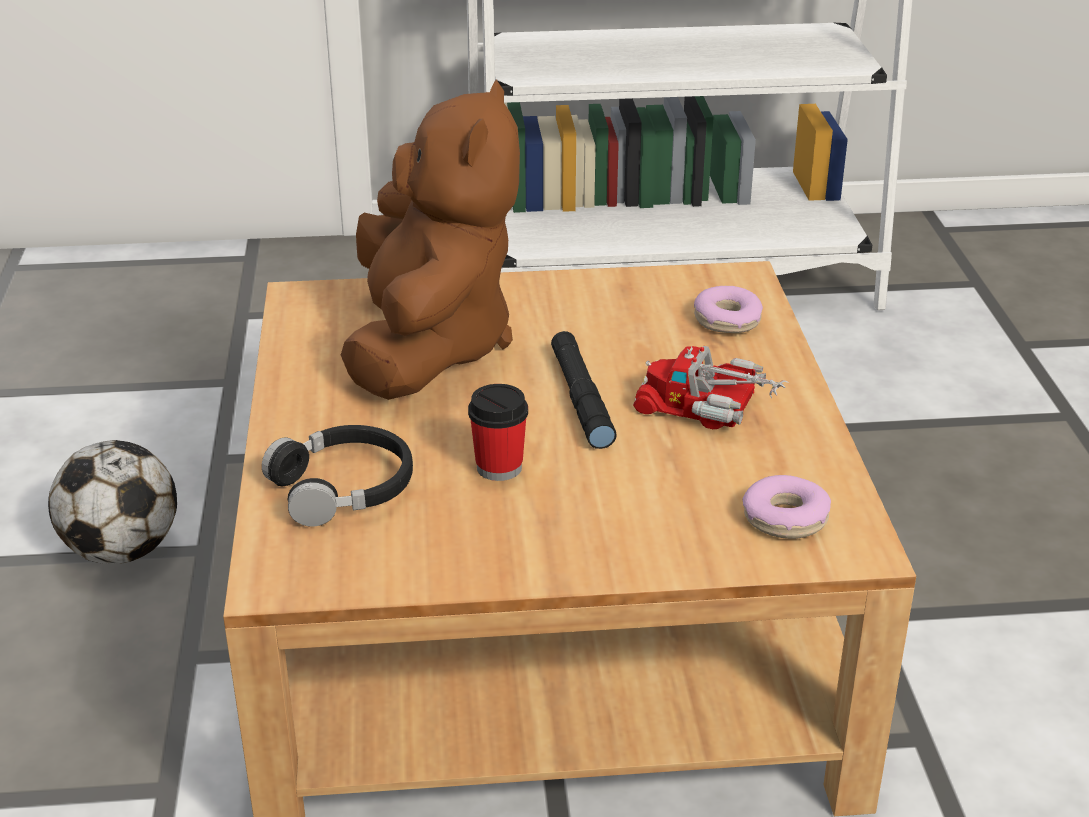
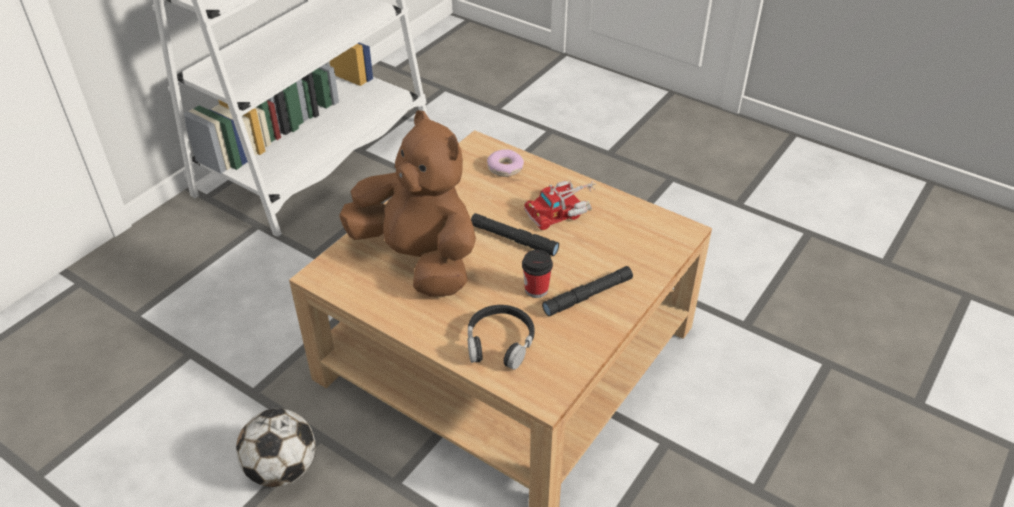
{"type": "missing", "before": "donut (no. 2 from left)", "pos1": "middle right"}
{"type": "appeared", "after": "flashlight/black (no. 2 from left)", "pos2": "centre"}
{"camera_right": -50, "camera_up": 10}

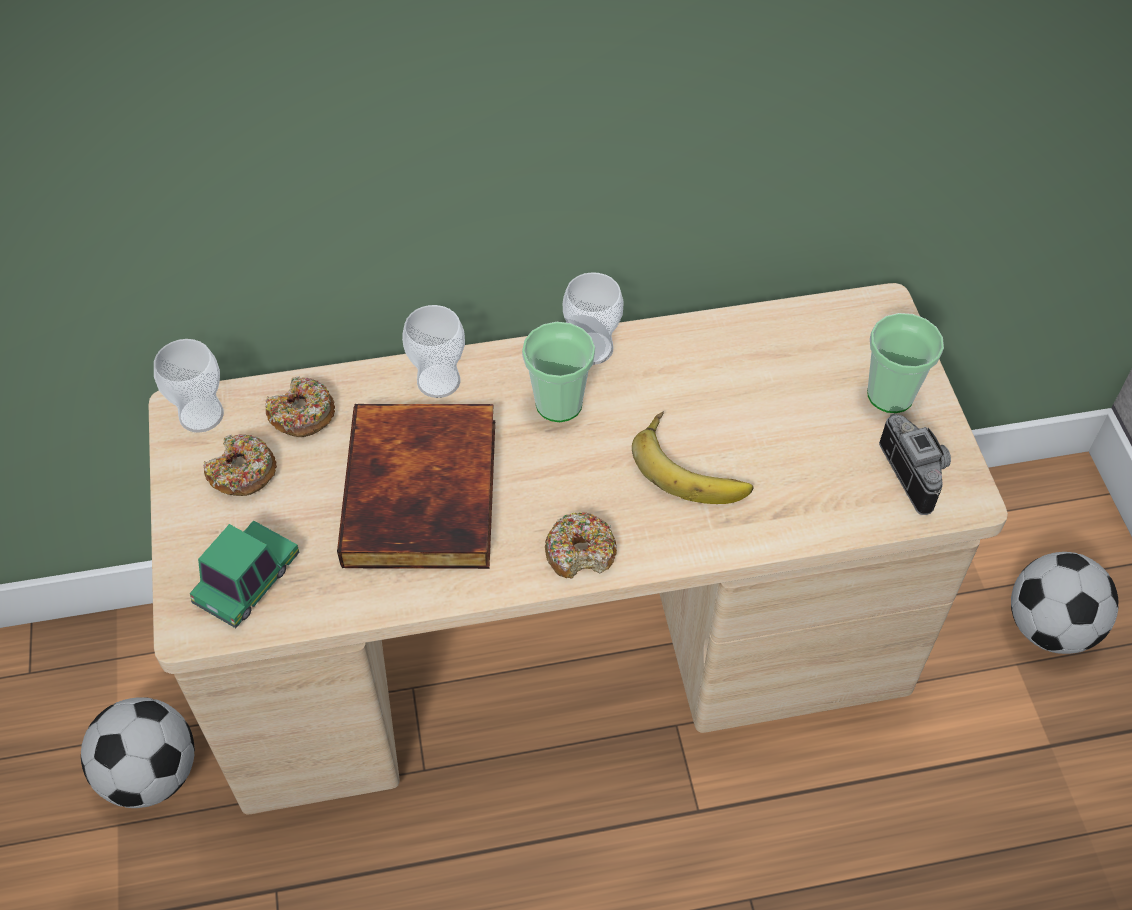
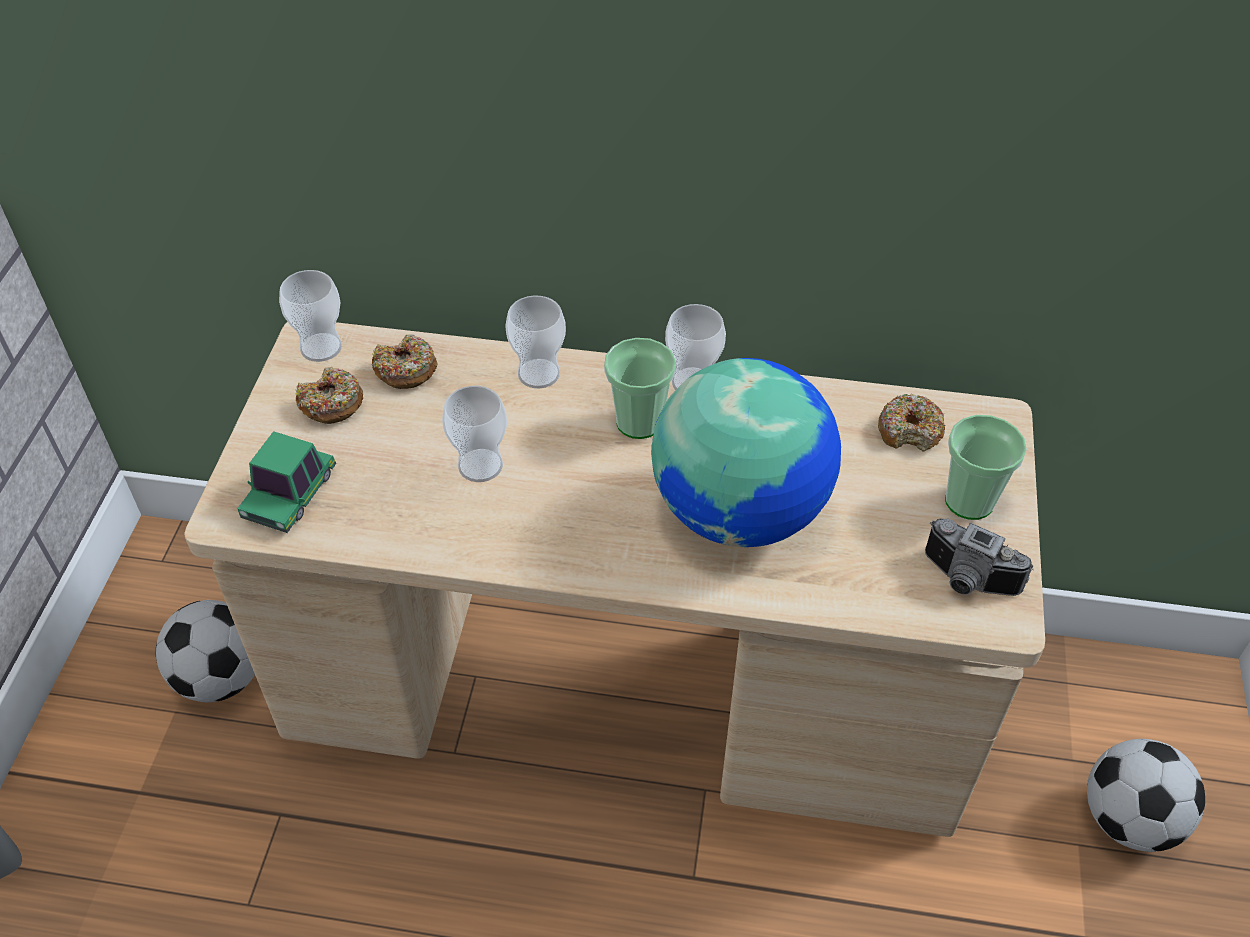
{"type": "spun", "before": "toy car", "pos1": "middle left", "pos2": "middle left", "turn": 150}
{"type": "exchanged", "before": "book", "after": "cup (no. 2 from left)", "pos1": "centre", "pos2": "centre"}
{"type": "relocated", "before": "donut (no. 3 from left)", "pos1": "centre", "pos2": "middle right"}
{"type": "exchanged", "before": "banana", "after": "globe", "pos1": "centre", "pos2": "centre"}
{"type": "spun", "before": "photo camera", "pos1": "middle right", "pos2": "middle right", "turn": 120}
{"camera_right": 20, "camera_up": -5}

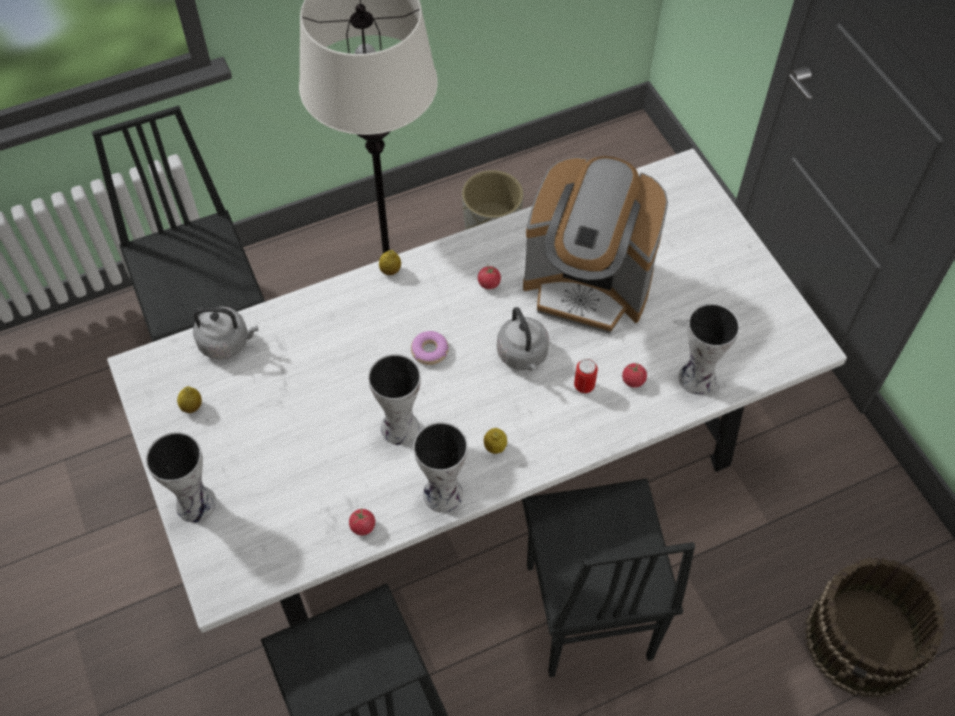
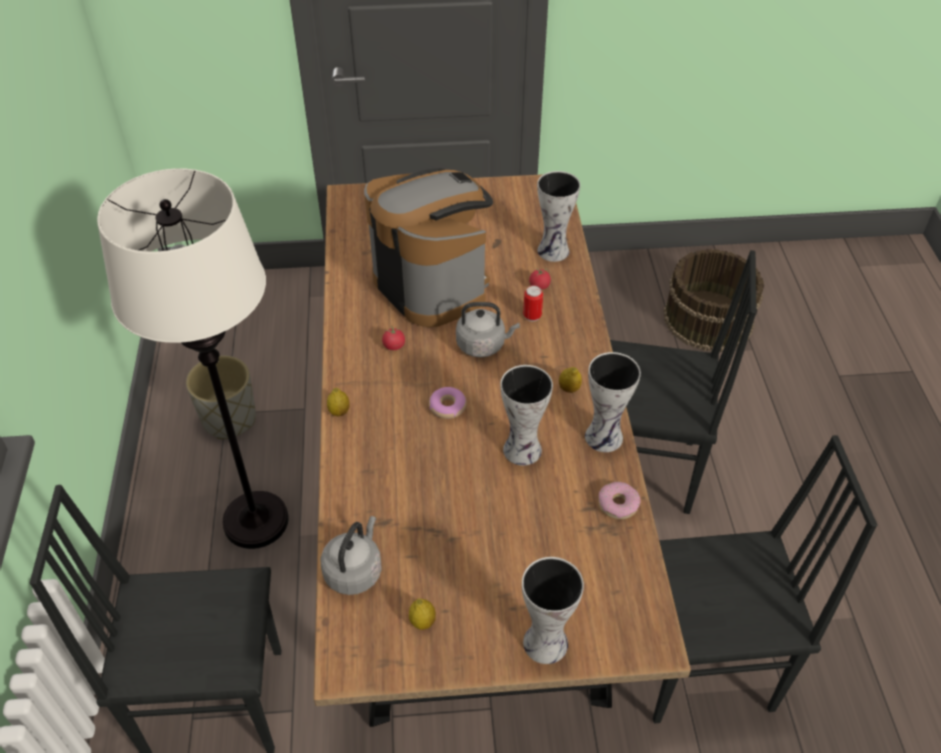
{"type": "colour", "before": "dining table/white", "after": "dining table/brown", "pos1": "centre", "pos2": "centre"}
{"type": "exchanged", "before": "tomato (no. 1 from left)", "after": "donut (no. 2 from left)", "pos1": "bottom centre", "pos2": "centre"}
{"type": "spun", "before": "coffee machine", "pos1": "centre", "pos2": "top centre", "turn": -75}
{"camera_right": -70, "camera_up": -10}

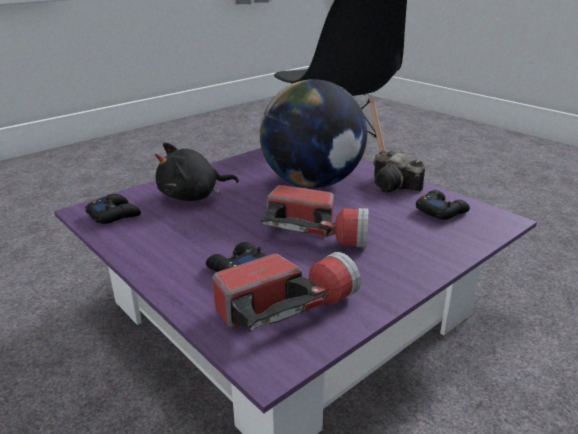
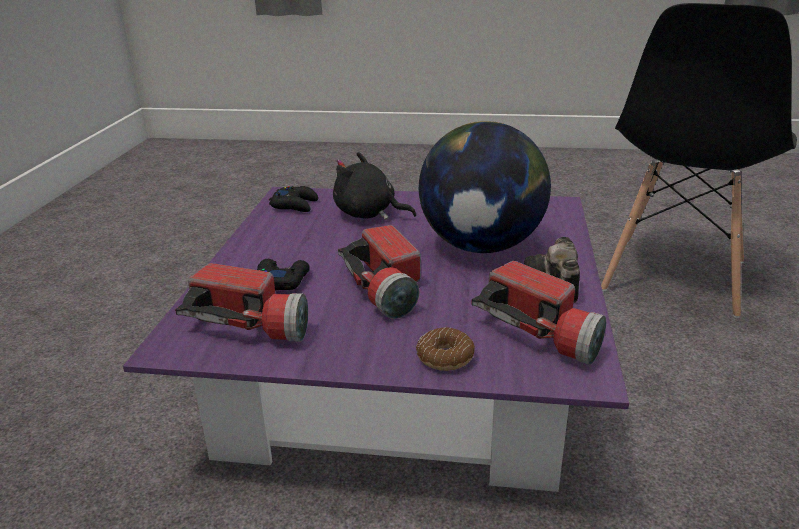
{"type": "exchanged", "before": "game controller/black (no. 3 from left)", "after": "flashlight (no. 3 from left)", "pos1": "middle right", "pos2": "middle right"}
{"type": "appeared", "after": "donut", "pos2": "centre"}
{"camera_right": 50, "camera_up": 0}

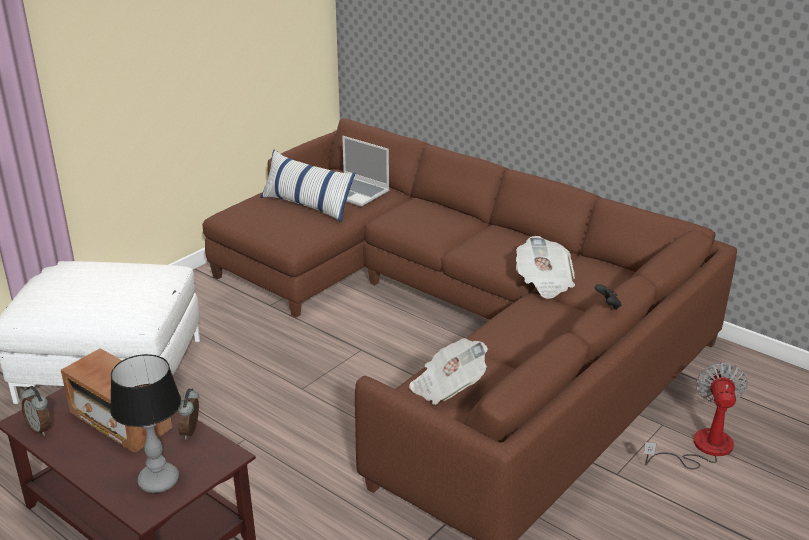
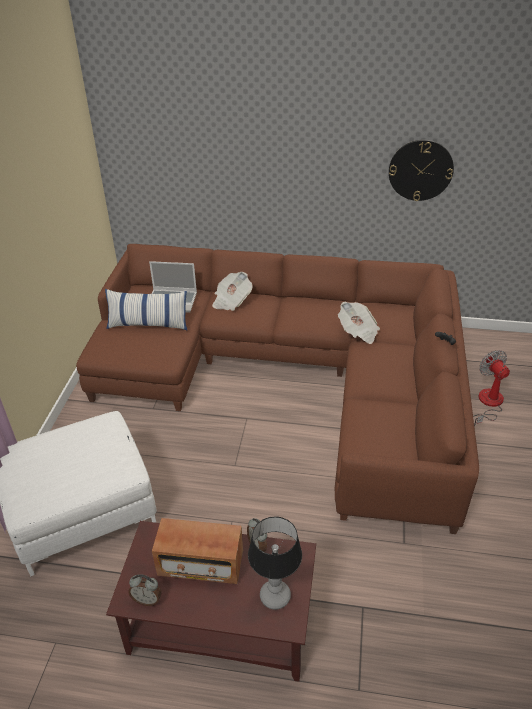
{"type": "relocated", "before": "newspaper (no. 1 from left)", "pos1": "bottom centre", "pos2": "centre"}
{"type": "appeared", "after": "wall clock", "pos2": "top right"}
{"camera_right": -30, "camera_up": 10}

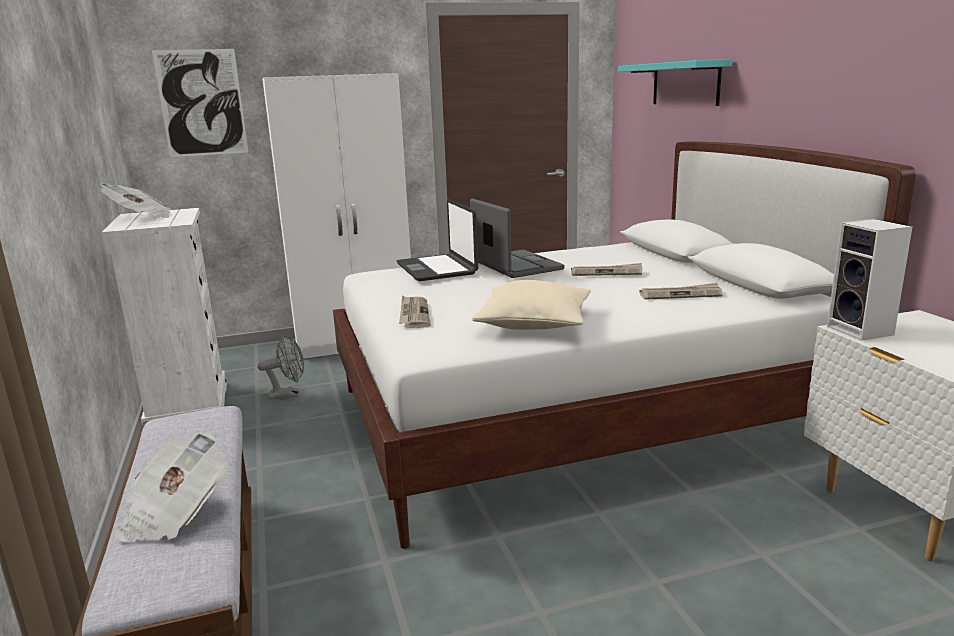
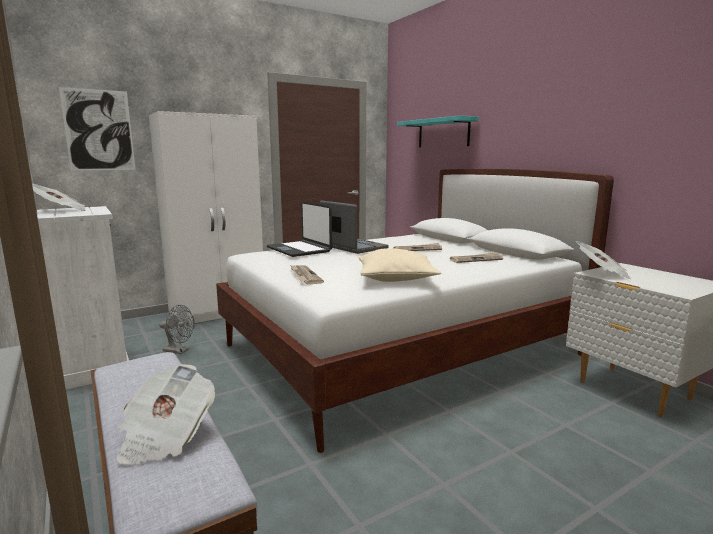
{"type": "spun", "before": "fan/grey", "pos1": "middle left", "pos2": "middle left", "turn": 45}
{"type": "exchanged", "before": "speaker", "after": "newspaper (no. 6 from left)", "pos1": "middle right", "pos2": "middle right"}
{"camera_right": -15, "camera_up": -5}

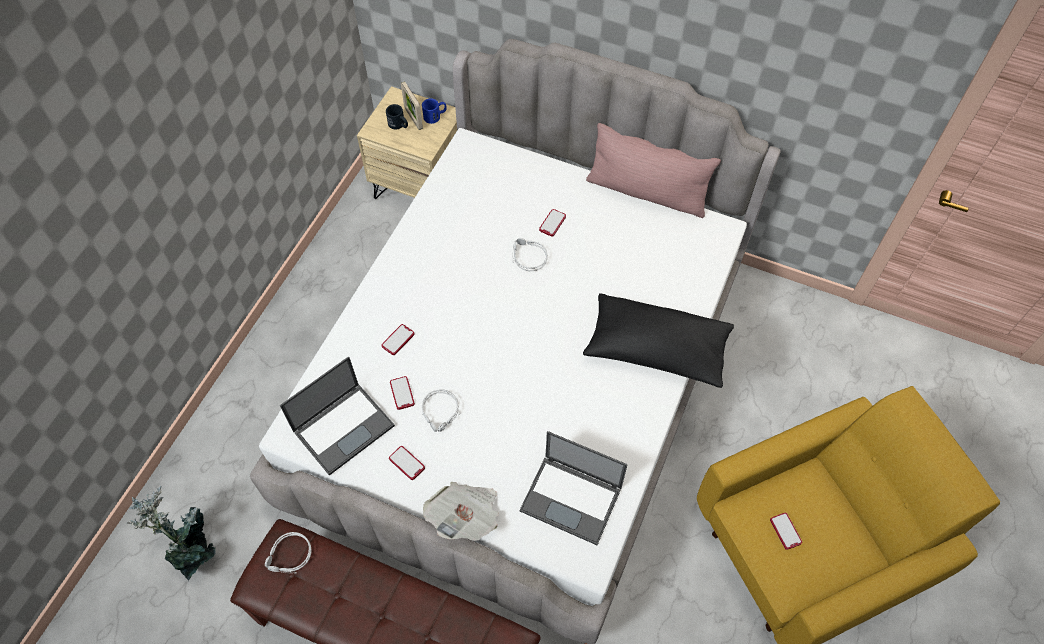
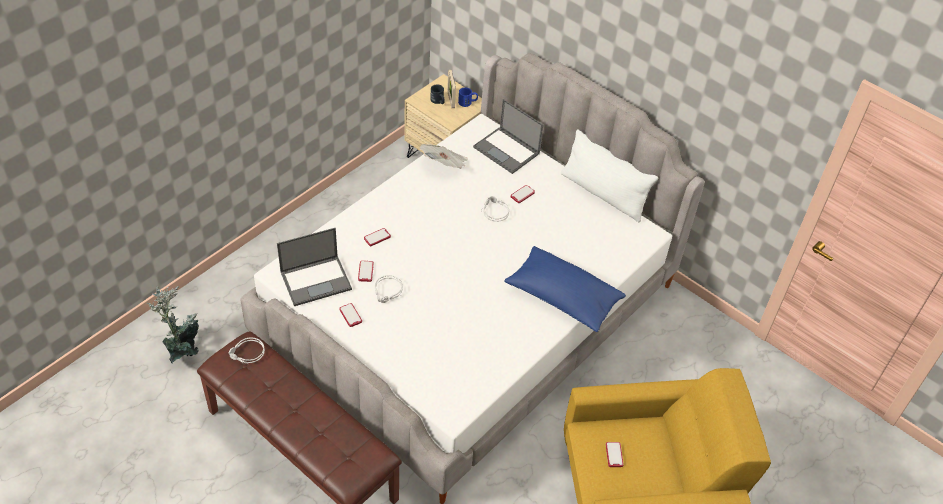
{"type": "relocated", "before": "newspaper", "pos1": "bottom centre", "pos2": "top centre"}
{"type": "relocated", "before": "laptop (no. 2 from left)", "pos1": "bottom centre", "pos2": "top centre"}
{"type": "colour", "before": "pillow/black", "after": "pillow/blue", "pos1": "centre", "pos2": "centre"}
{"type": "colour", "before": "pillow/pink", "after": "pillow/white", "pos1": "top centre", "pos2": "centre"}
{"camera_right": 15, "camera_up": -10}

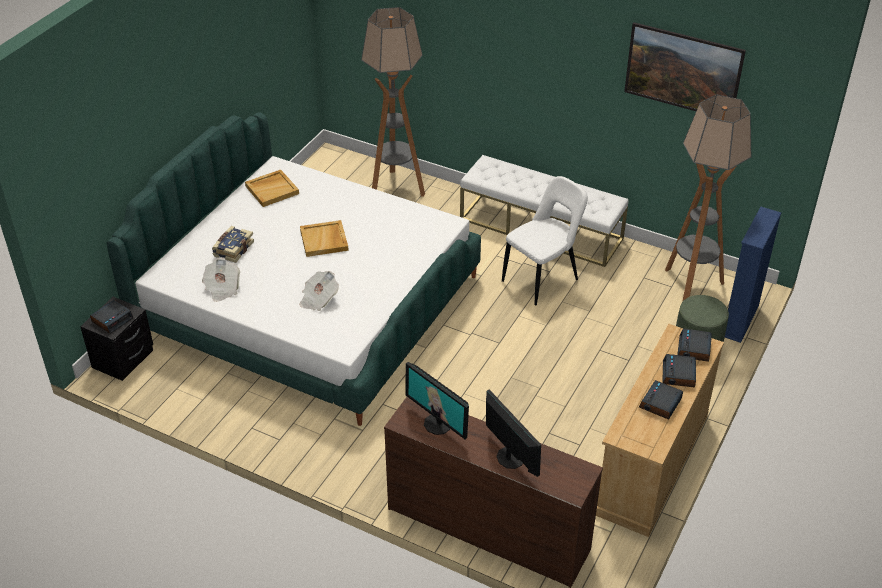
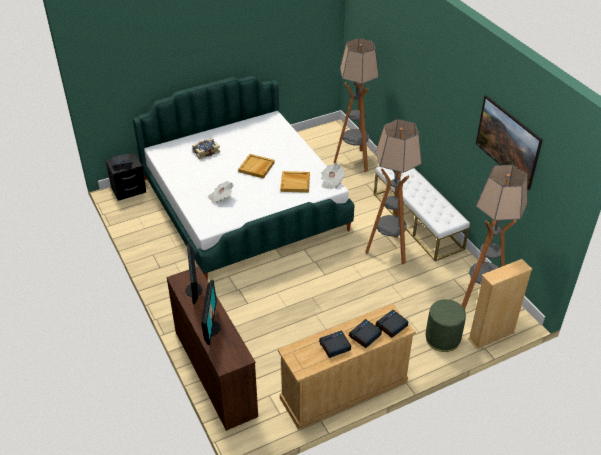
{"type": "relocated", "before": "newspaper (no. 1 from left in the first image)", "after": "newspaper (no. 2 from left)", "pos1": "middle left", "pos2": "centre"}
{"type": "relocated", "before": "tray/beige (no. 1 from left in the first image)", "after": "tray/beige (no. 2 from left)", "pos1": "top left", "pos2": "centre"}
{"type": "exchanged", "before": "chair/white", "after": "floor lamp (no. 2 from left)", "pos1": "centre", "pos2": "centre"}
{"type": "colour", "before": "bookcase/blue", "after": "bookcase/beige", "pos1": "middle right", "pos2": "bottom right"}
{"camera_right": 35, "camera_up": 0}

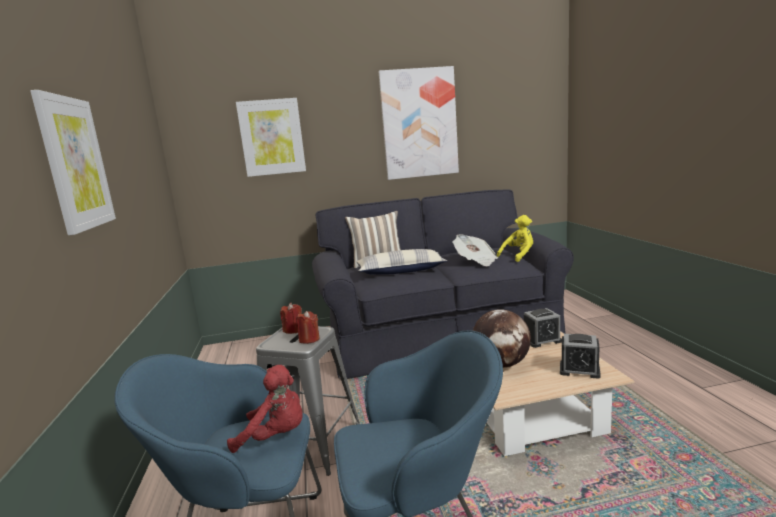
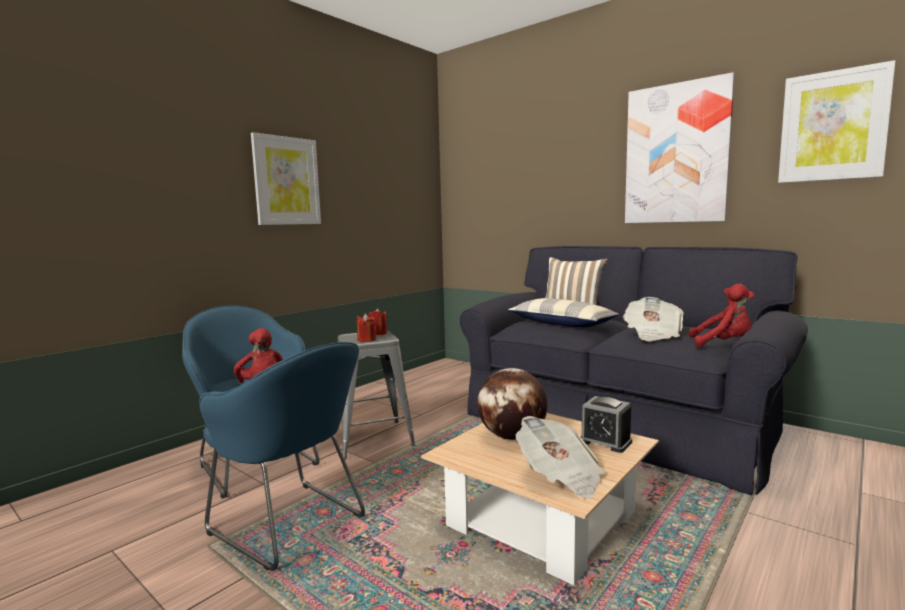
{"type": "relocated", "before": "picture (no. 2 from left in the first image)", "after": "picture (no. 3 from left)", "pos1": "top centre", "pos2": "top right"}
{"type": "colour", "before": "plush toy/yellow", "after": "plush toy/red (no. 2 from left)", "pos1": "centre", "pos2": "middle right"}
{"type": "exchanged", "before": "alarm clock (no. 2 from left)", "after": "newspaper (no. 1 from left)", "pos1": "bottom right", "pos2": "bottom centre"}
{"camera_right": 50, "camera_up": -5}

